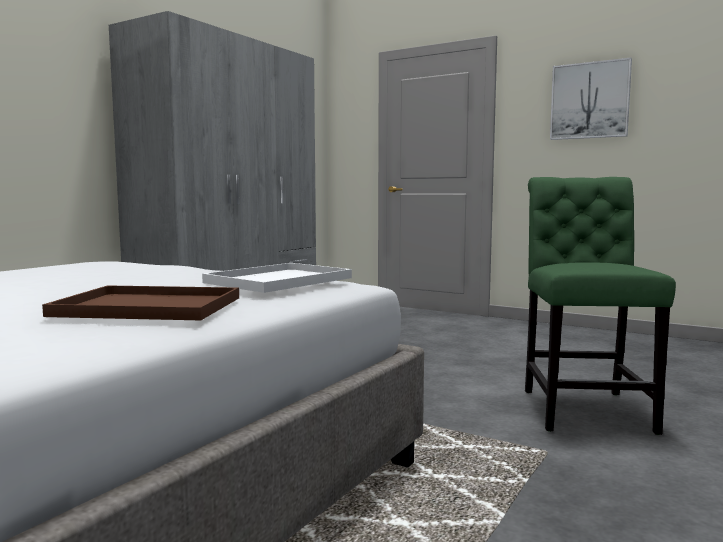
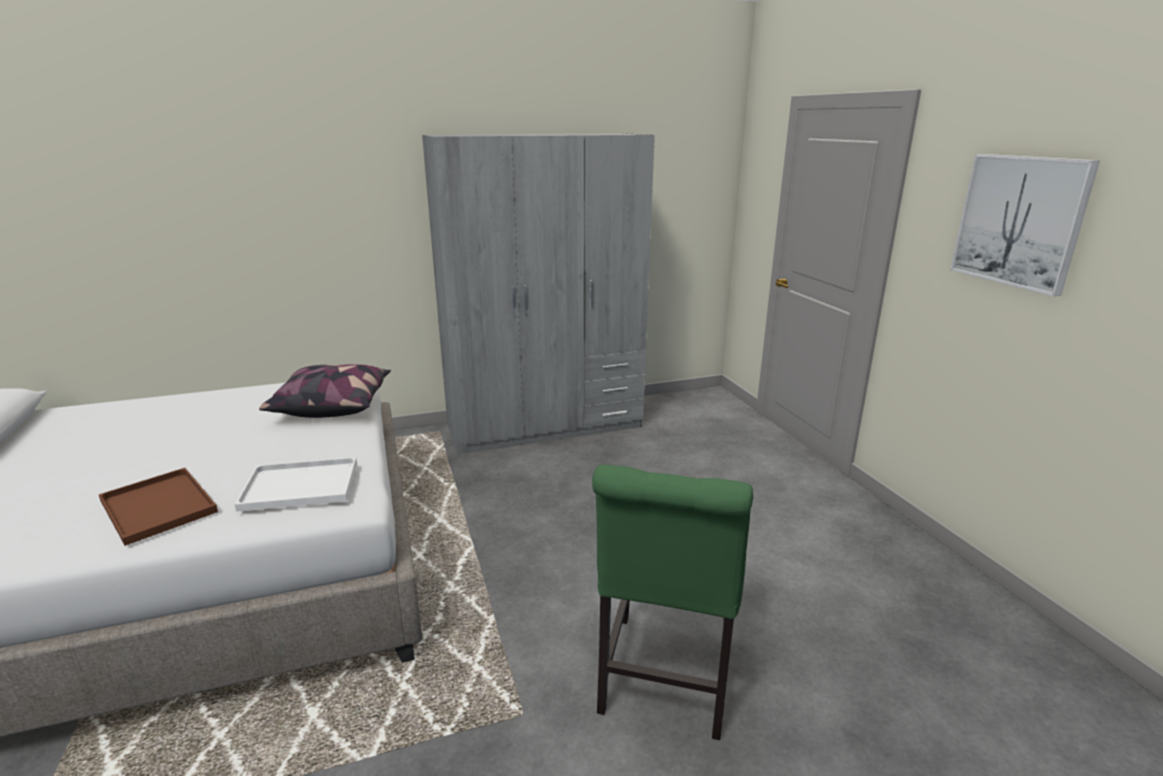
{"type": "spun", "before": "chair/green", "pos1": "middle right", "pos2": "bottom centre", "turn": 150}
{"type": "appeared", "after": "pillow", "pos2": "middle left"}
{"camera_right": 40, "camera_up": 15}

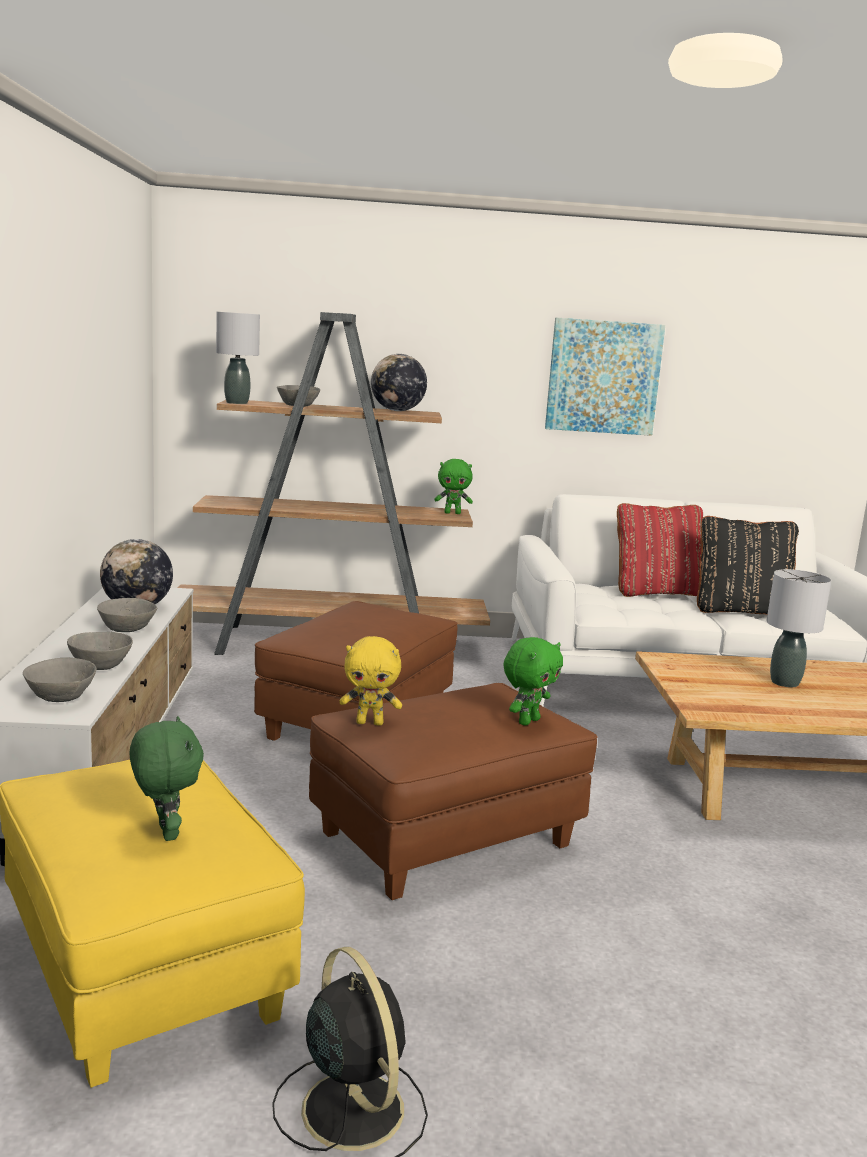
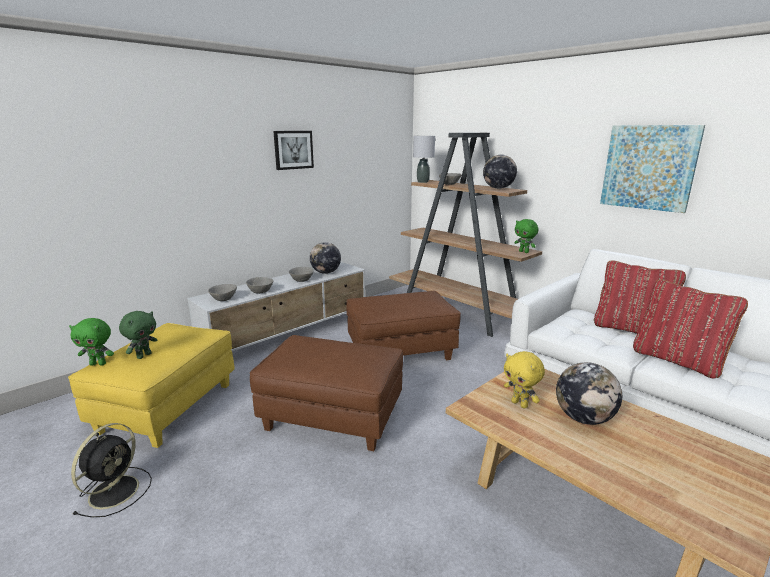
{"type": "relocated", "before": "plush toy/yellow", "pos1": "centre", "pos2": "middle right"}
{"type": "relocated", "before": "plush toy/green (no. 3 from left in the first image)", "after": "plush toy/green (no. 1 from left)", "pos1": "centre", "pos2": "middle left"}
{"type": "colour", "before": "pillow/black", "after": "pillow/red (no. 2 from left)", "pos1": "middle right", "pos2": "middle right"}
{"type": "exchanged", "before": "table lamp/grey (no. 2 from left)", "after": "globe (no. 3 from left)", "pos1": "middle right", "pos2": "bottom right"}
{"type": "appeared", "after": "picture (no. 1 from left)", "pos2": "top centre"}
{"camera_right": 50, "camera_up": 5}

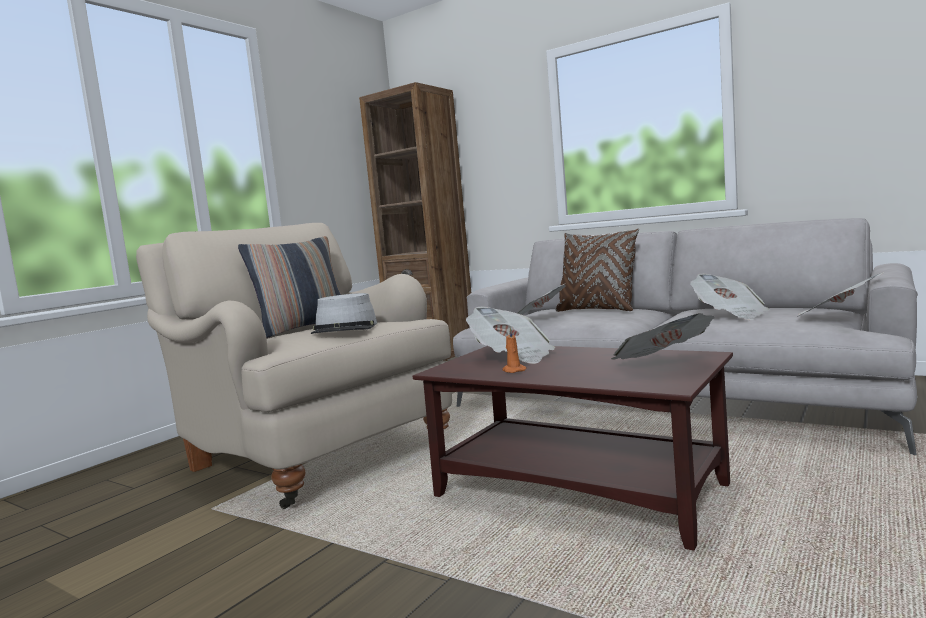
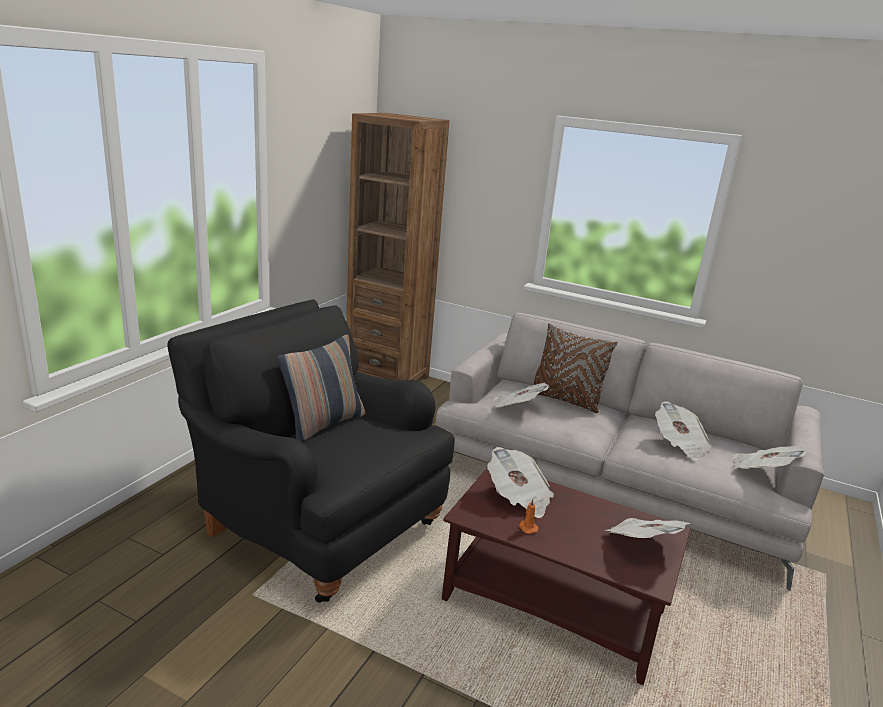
{"type": "colour", "before": "armchair/beige", "after": "armchair/black", "pos1": "middle left", "pos2": "centre"}
{"type": "missing", "before": "hat/grey", "pos1": "centre"}
{"camera_right": -10, "camera_up": 15}

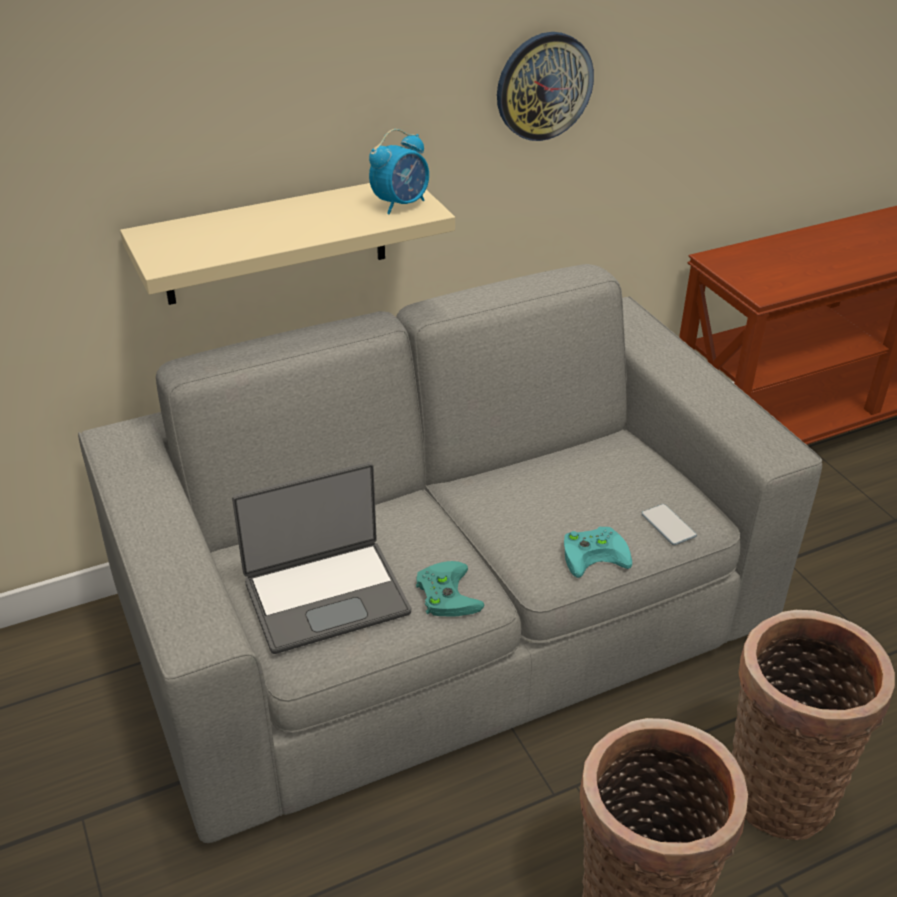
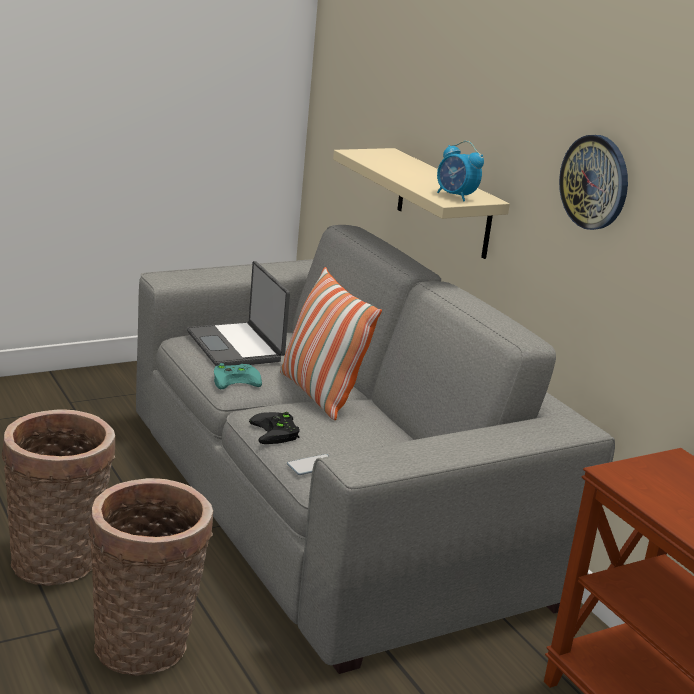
{"type": "colour", "before": "game controller/turquoise (no. 2 from left)", "after": "game controller/black", "pos1": "middle right", "pos2": "centre"}
{"type": "appeared", "after": "pillow", "pos2": "centre"}
{"camera_right": 85, "camera_up": -15}

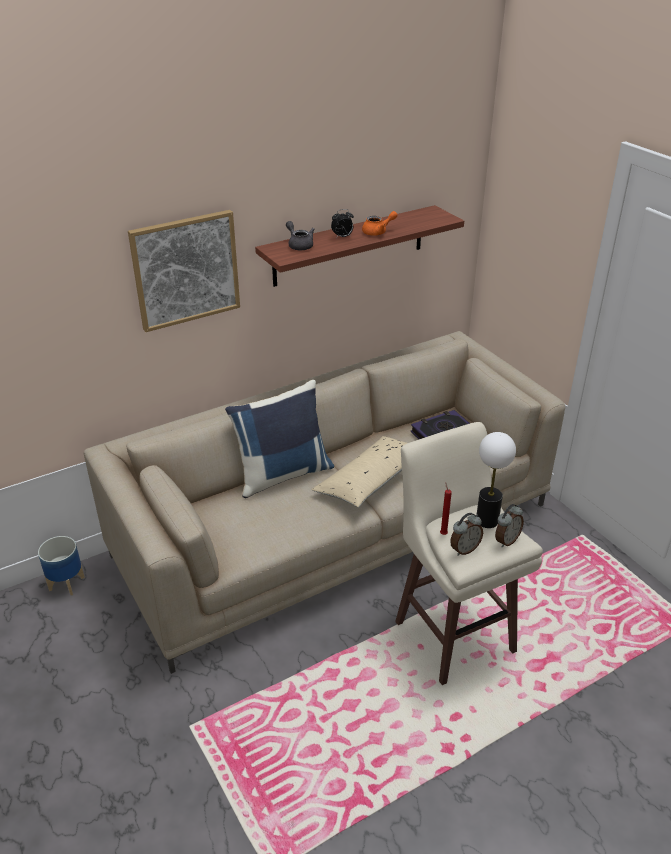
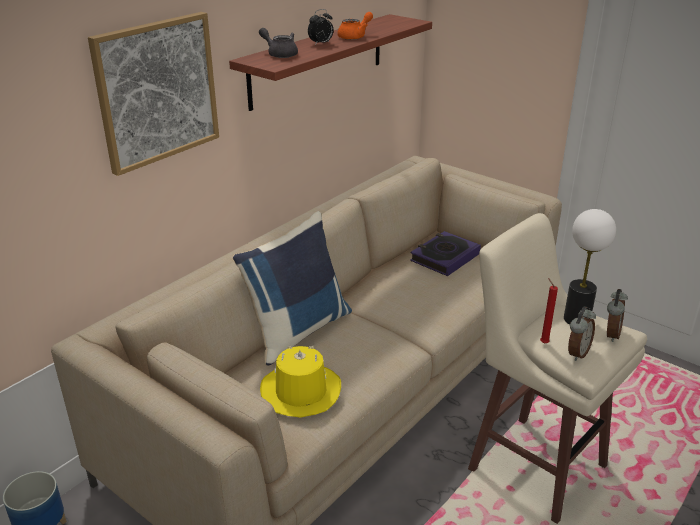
{"type": "missing", "before": "pillow/beige", "pos1": "centre"}
{"type": "appeared", "after": "hat/yellow", "pos2": "bottom centre"}
{"camera_right": -20, "camera_up": -5}

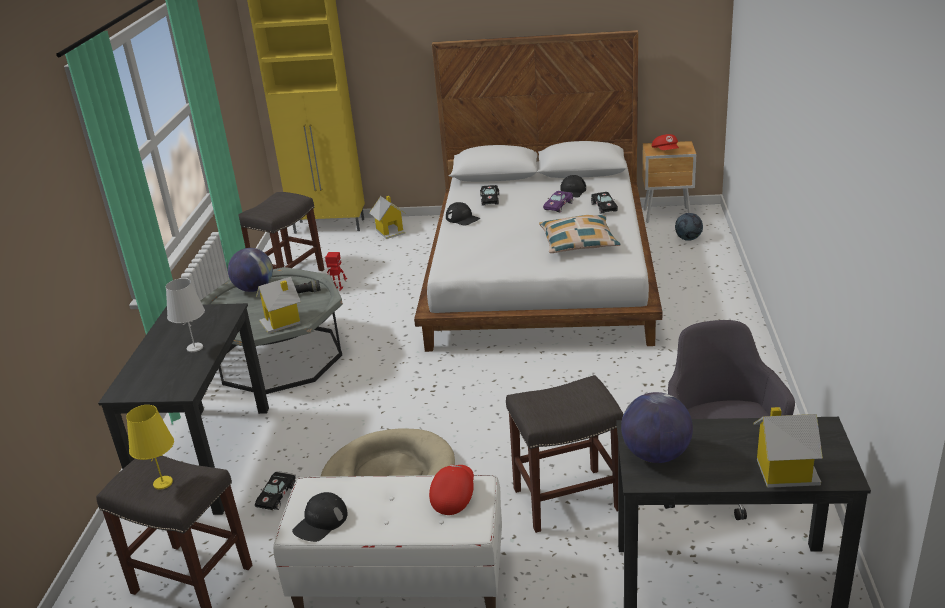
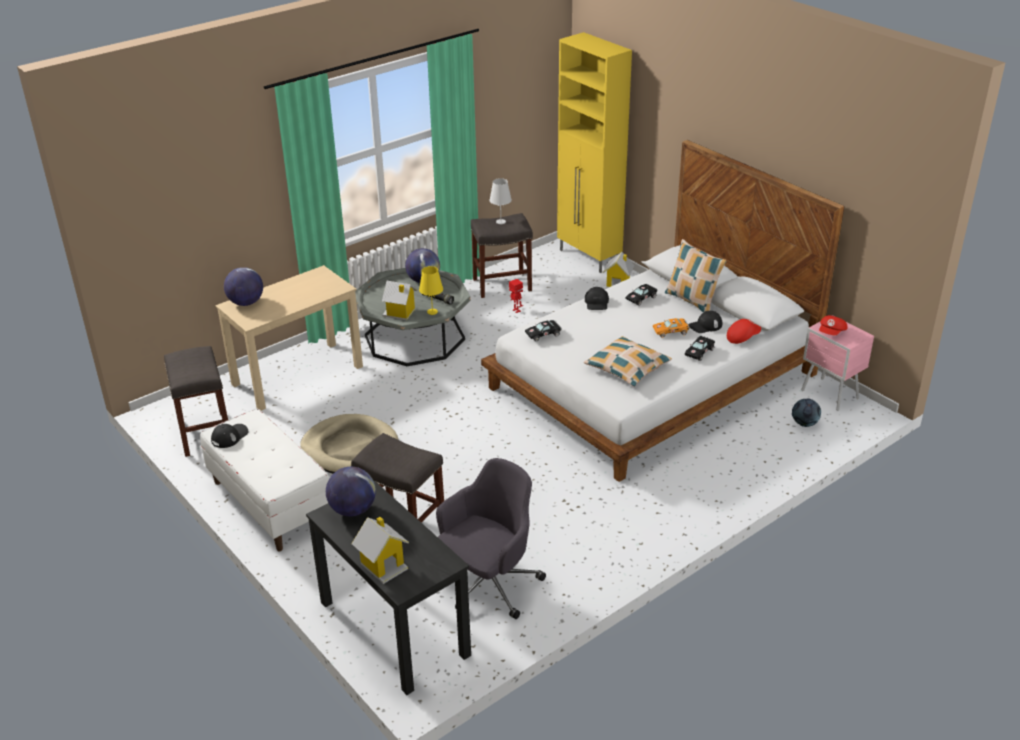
{"type": "colour", "before": "desk/black (no. 1 from left)", "after": "desk/beige", "pos1": "bottom left", "pos2": "middle left"}
{"type": "relocated", "before": "table lamp/yellow", "pos1": "bottom left", "pos2": "centre"}
{"type": "relocated", "before": "table lamp/white", "pos1": "middle left", "pos2": "top centre"}
{"type": "relocated", "before": "toy car/black (no. 1 from left)", "pos1": "bottom left", "pos2": "centre"}
{"type": "spun", "before": "cap/black (no. 1 from left)", "pos1": "bottom centre", "pos2": "middle left", "turn": 135}
{"type": "relocated", "before": "cap/red (no. 1 from left)", "pos1": "bottom centre", "pos2": "middle right"}
{"type": "colour", "before": "toy car/purple", "after": "toy car/orange", "pos1": "top centre", "pos2": "centre"}
{"type": "colour", "before": "nightstand/brown", "after": "nightstand/pink", "pos1": "top right", "pos2": "middle right"}
{"type": "appeared", "after": "globe (no. 1 from left)", "pos2": "middle left"}
{"type": "appeared", "after": "pillow (no. 2 from left)", "pos2": "middle right"}
{"camera_right": 45, "camera_up": 5}

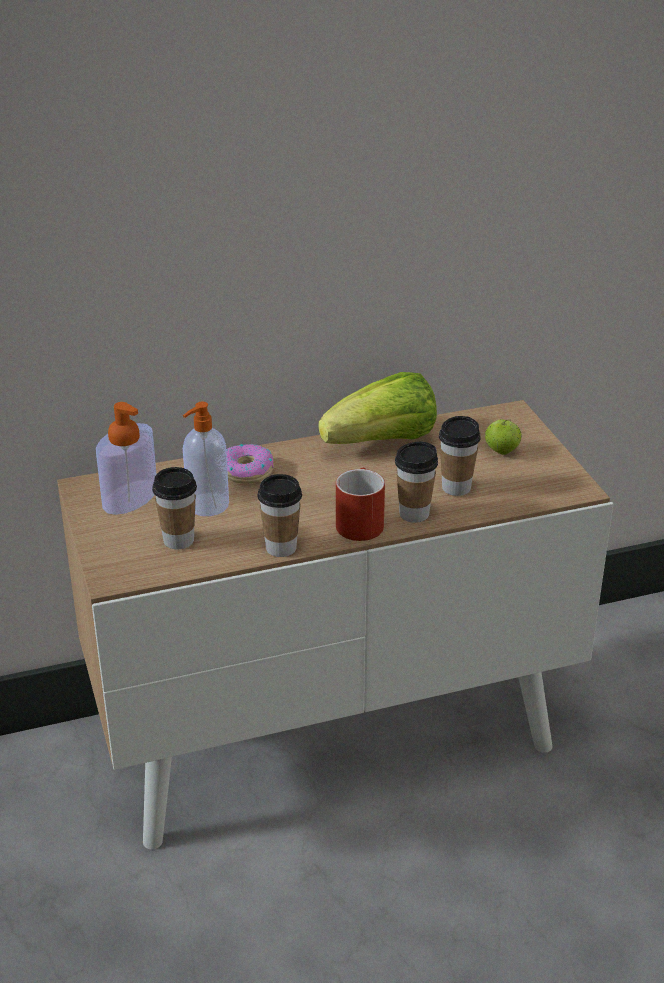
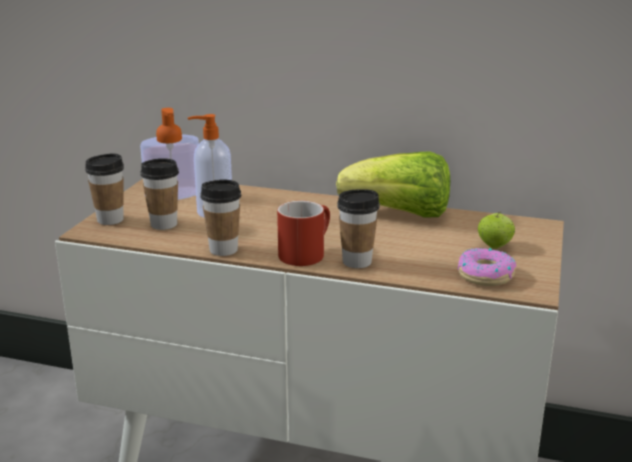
{"type": "relocated", "before": "donut", "pos1": "centre", "pos2": "middle right"}
{"type": "relocated", "before": "cup (no. 4 from left in the first image)", "after": "cup (no. 1 from left)", "pos1": "middle right", "pos2": "middle left"}
{"camera_right": 35, "camera_up": -10}

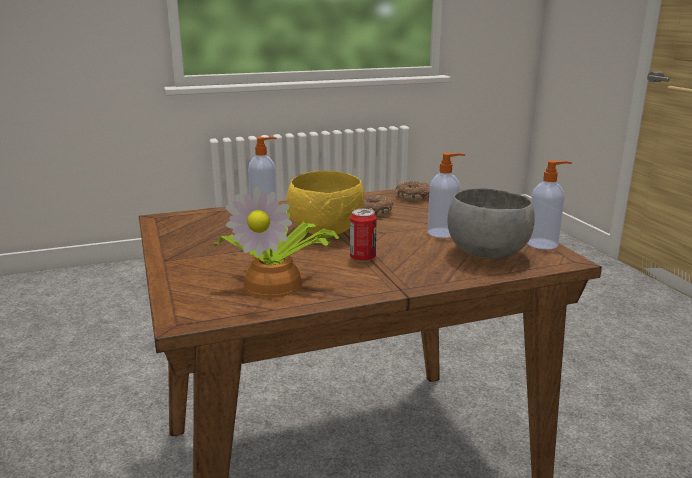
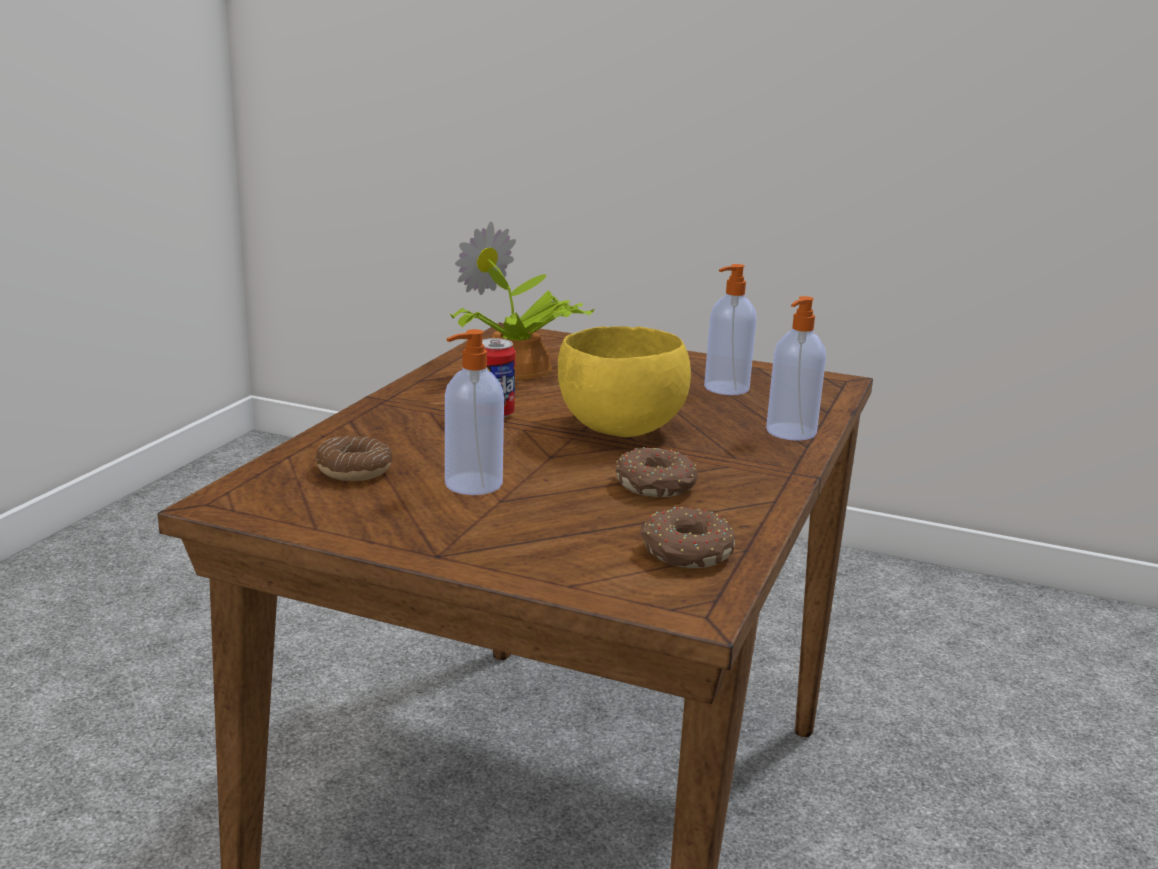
{"type": "exchanged", "before": "bowl/grey", "after": "donut (no. 1 from left)", "pos1": "middle right", "pos2": "middle left"}
{"type": "relocated", "before": "soap dispenser (no. 3 from left in the first image)", "after": "soap dispenser (no. 2 from left)", "pos1": "middle right", "pos2": "centre"}
{"camera_right": 130, "camera_up": 0}

